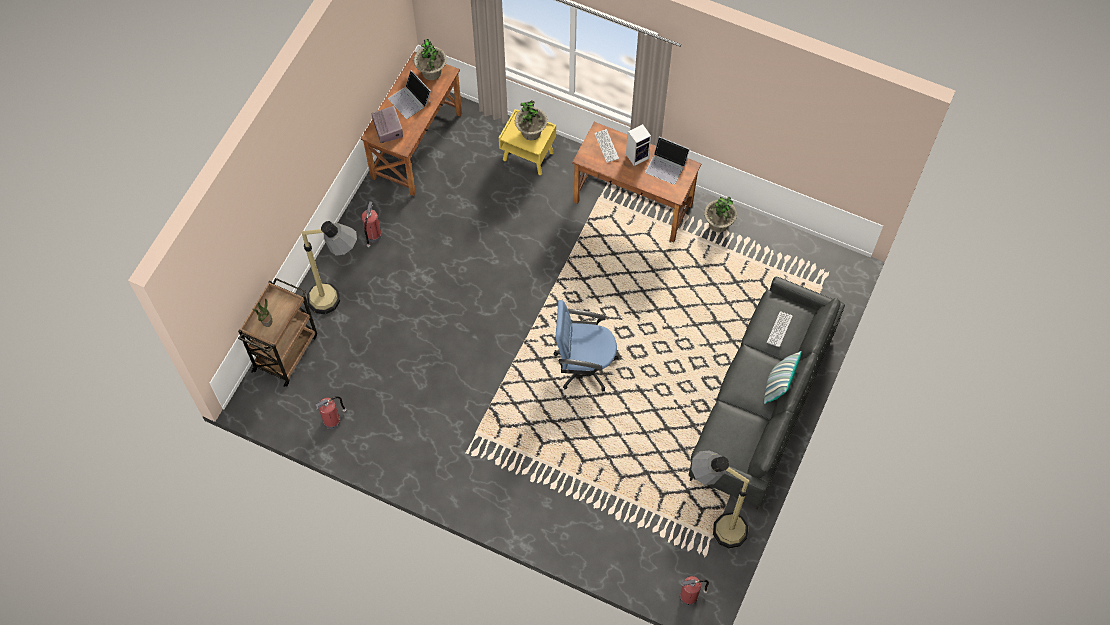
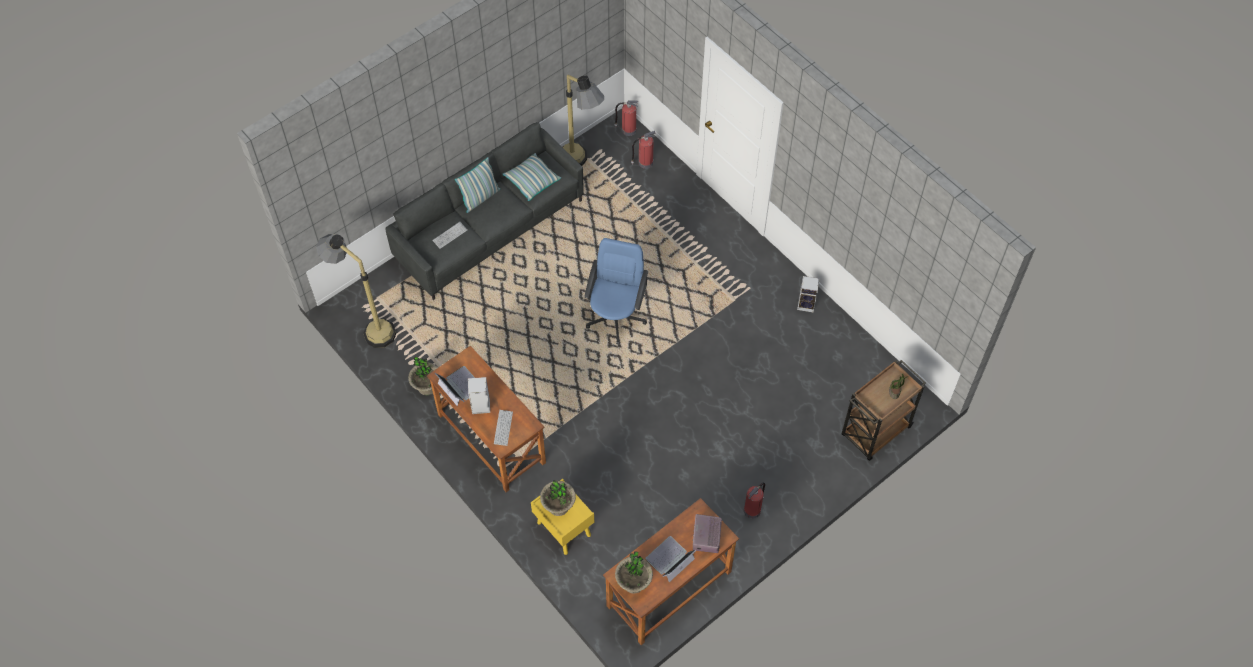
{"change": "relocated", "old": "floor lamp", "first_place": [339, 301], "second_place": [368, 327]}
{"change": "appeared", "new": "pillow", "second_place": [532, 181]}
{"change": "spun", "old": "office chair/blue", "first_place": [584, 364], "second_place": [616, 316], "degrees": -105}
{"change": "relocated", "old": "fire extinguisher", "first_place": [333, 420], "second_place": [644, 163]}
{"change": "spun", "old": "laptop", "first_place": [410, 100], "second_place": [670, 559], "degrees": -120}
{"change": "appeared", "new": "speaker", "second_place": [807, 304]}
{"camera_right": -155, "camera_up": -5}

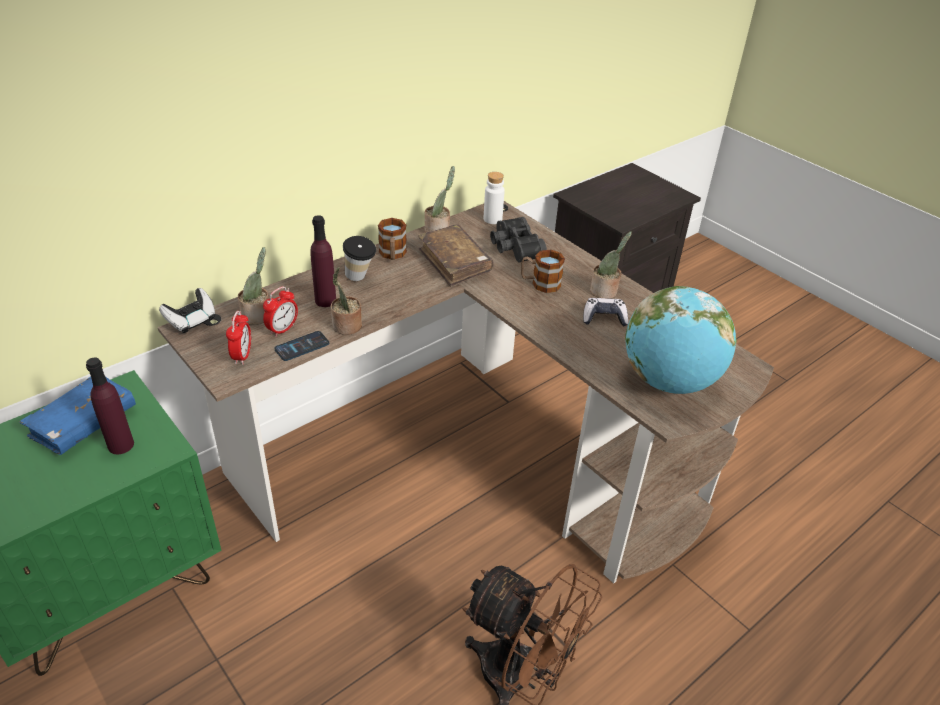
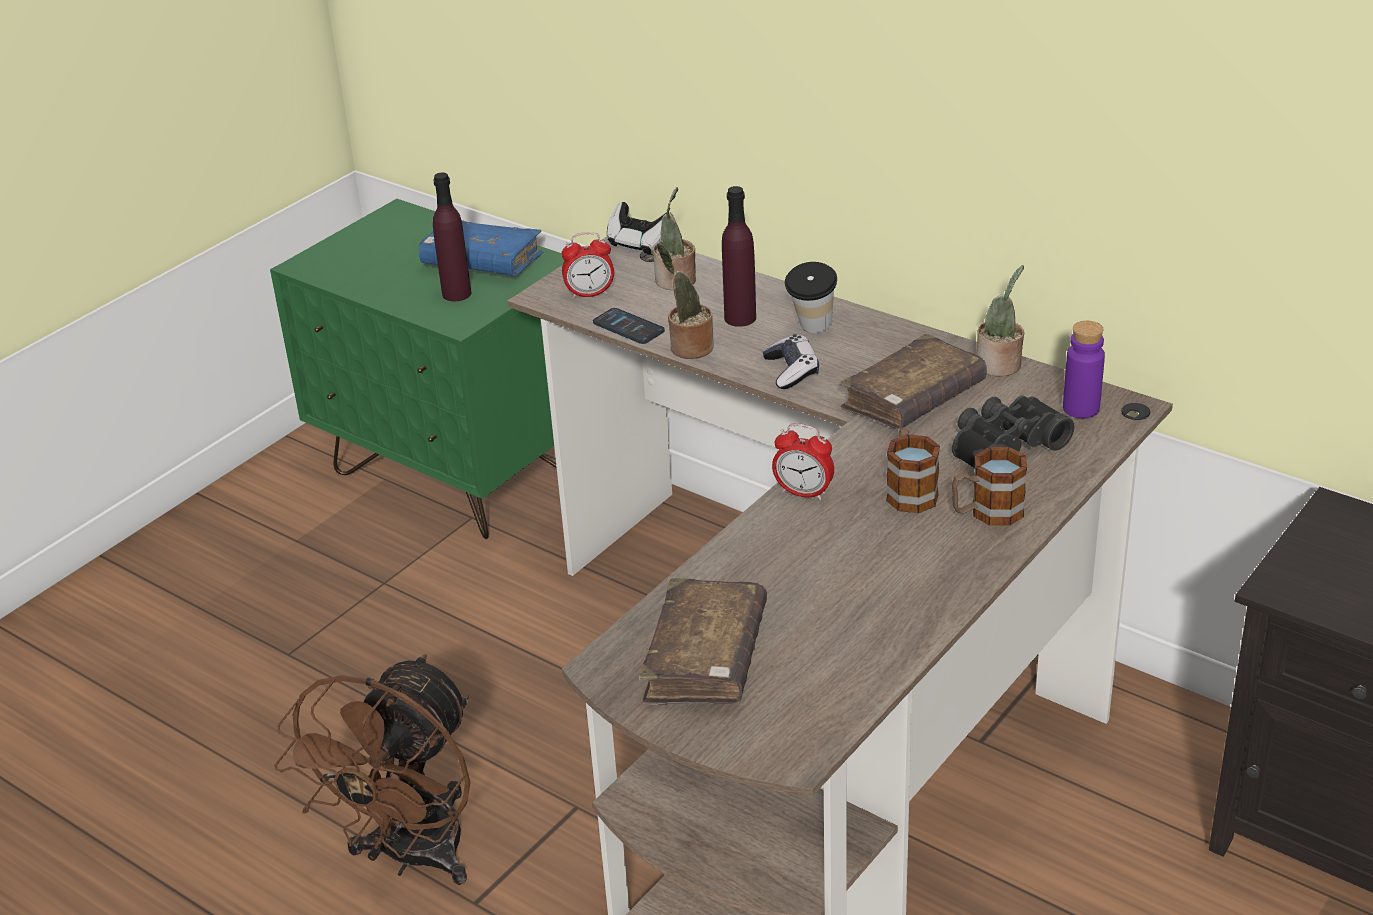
{"change": "exchanged", "old": "globe", "new": "book/brown", "first_place": [669, 381], "second_place": [705, 659]}
{"change": "relocated", "old": "game controller", "first_place": [604, 318], "second_place": [791, 371]}
{"change": "relocated", "old": "alarm clock", "first_place": [282, 329], "second_place": [803, 493]}
{"change": "relocated", "old": "mug", "first_place": [392, 255], "second_place": [986, 513]}
{"change": "colour", "old": "bottle/white", "new": "bottle/purple", "first_place": [492, 219], "second_place": [1081, 408]}
{"change": "missing", "old": "potted plant", "first_place": [605, 292]}
{"camera_right": 80, "camera_up": -5}

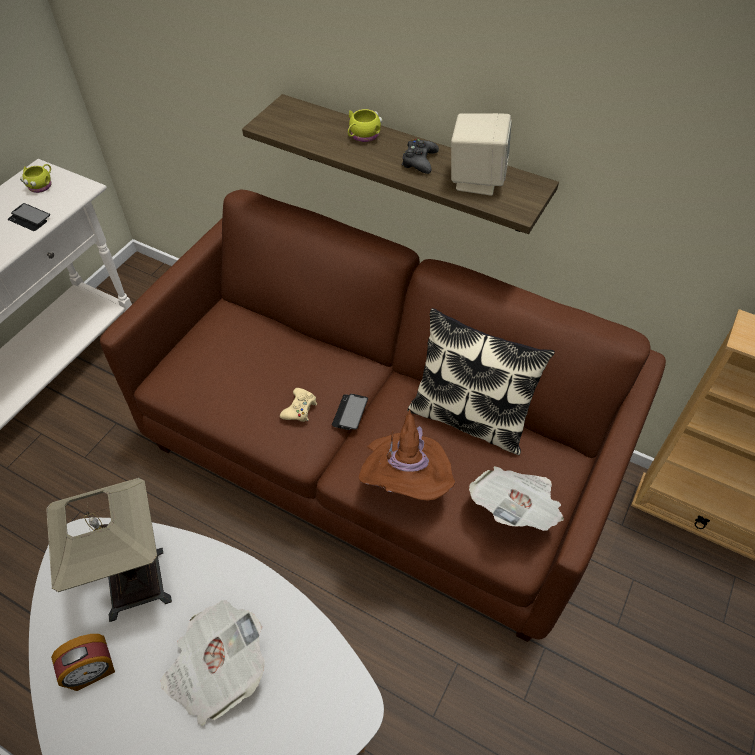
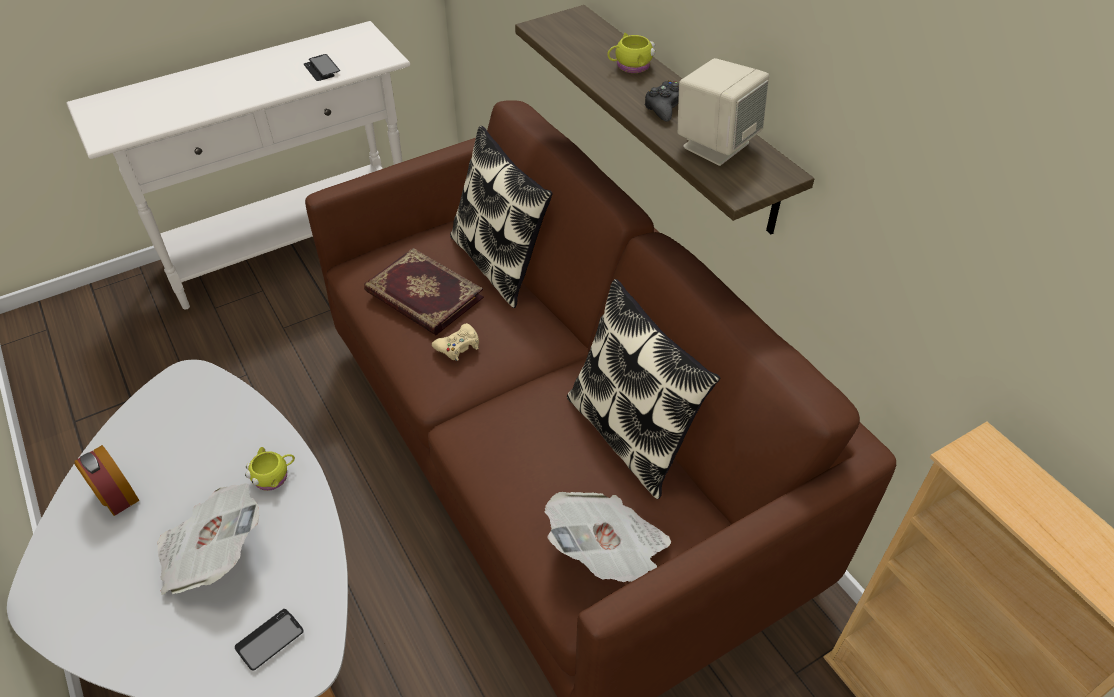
{"change": "spun", "old": "alarm clock", "first_place": [93, 671], "second_place": [116, 496], "degrees": 45}
{"change": "relocated", "old": "phone", "first_place": [350, 412], "second_place": [269, 640]}
{"change": "relocated", "old": "mug/yellow", "first_place": [42, 185], "second_place": [274, 476]}
{"change": "appeared", "new": "book", "second_place": [423, 296]}
{"change": "appeared", "new": "pillow", "second_place": [499, 263]}
{"change": "missing", "old": "table lamp", "first_place": [137, 583]}
{"change": "missing", "old": "hat/brown", "first_place": [406, 481]}
{"camera_right": 30, "camera_up": -5}

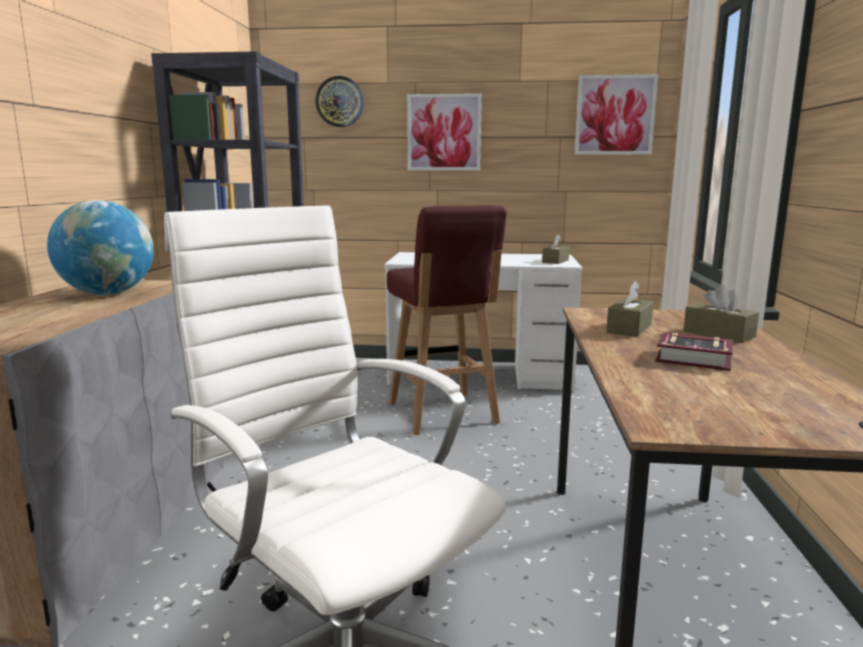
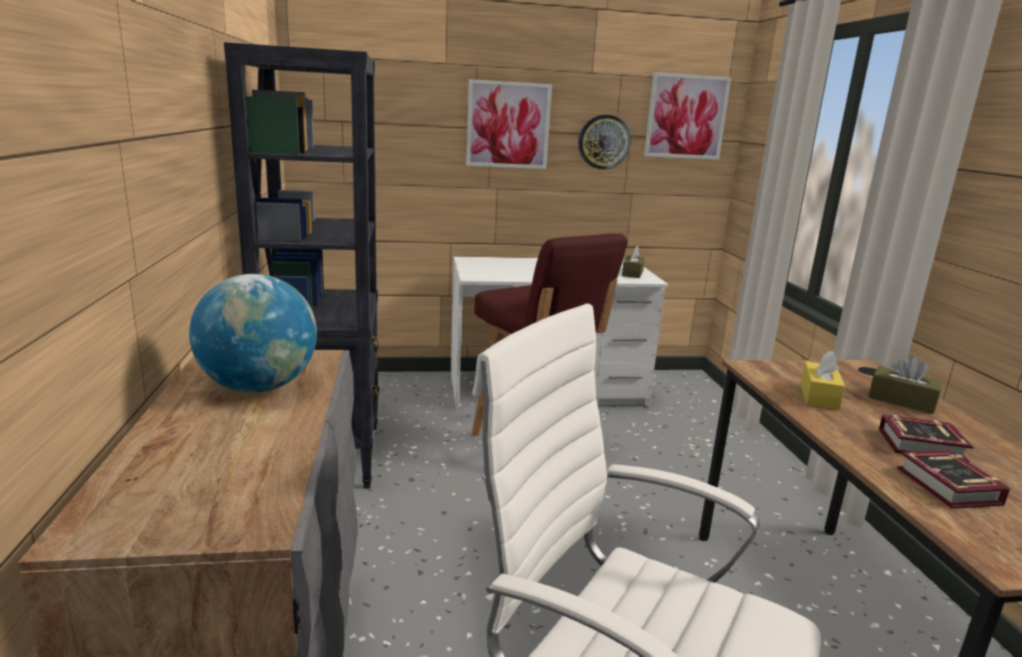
{"change": "relocated", "old": "wall clock", "first_place": [340, 102], "second_place": [603, 142]}
{"change": "colour", "old": "tissue box/brown", "new": "tissue box/yellow", "first_place": [629, 328], "second_place": [819, 396]}
{"change": "appeared", "new": "book", "second_place": [949, 488]}
{"camera_right": -15, "camera_up": 5}

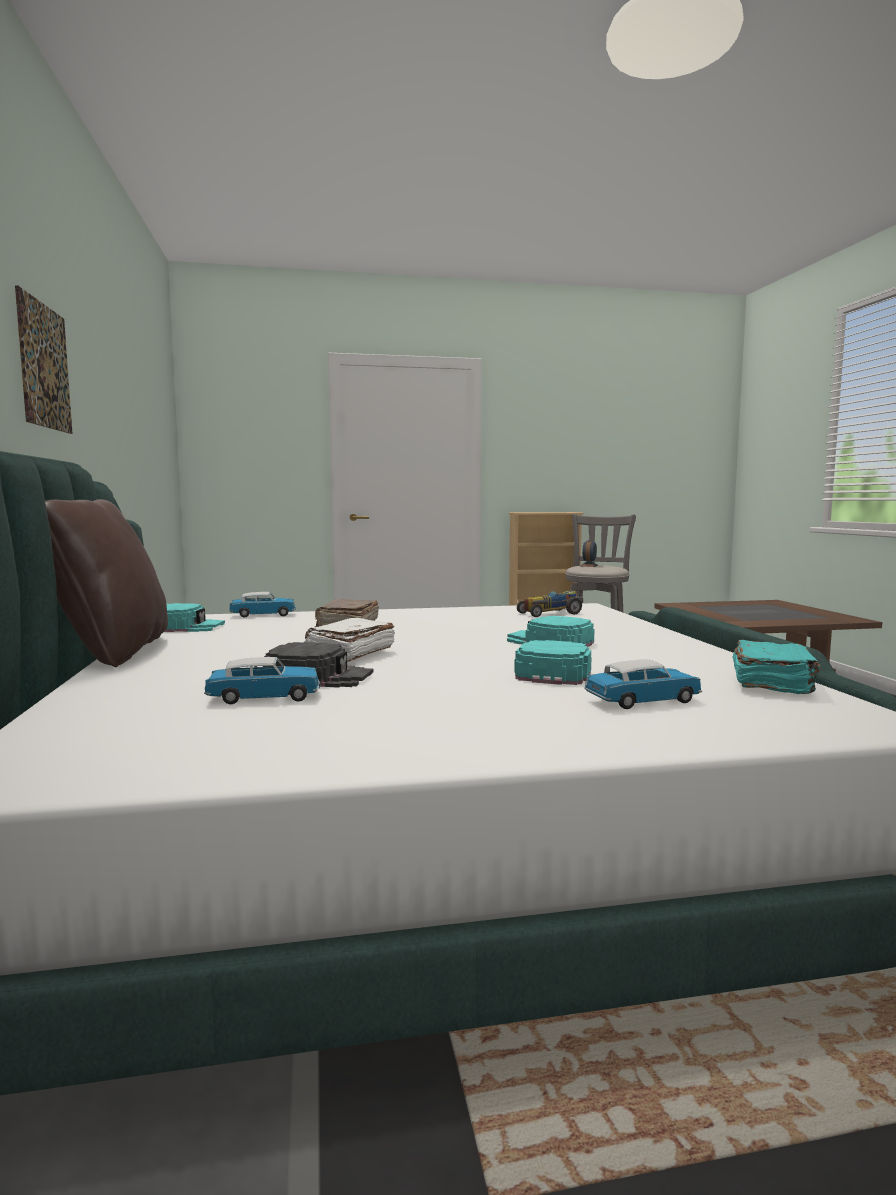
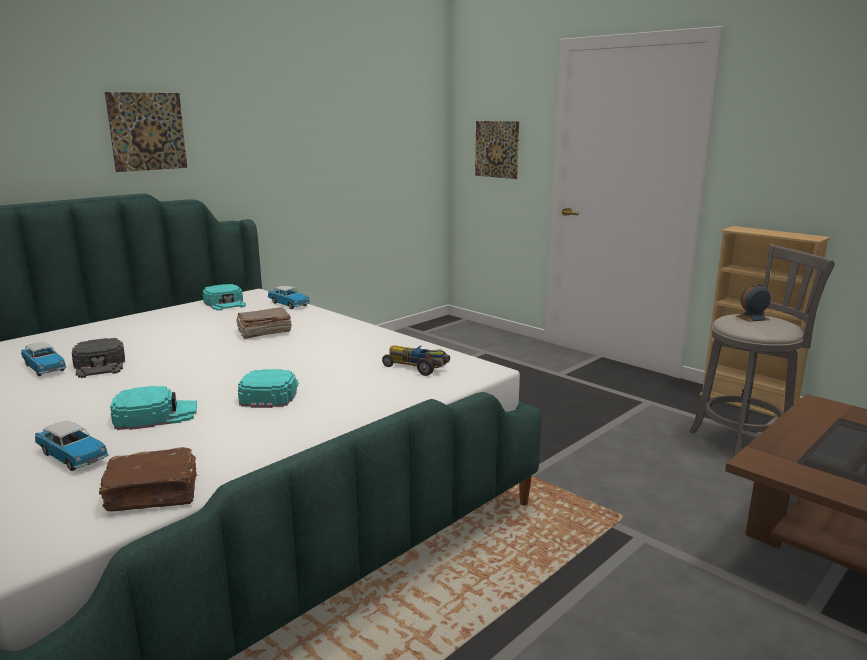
{"change": "colour", "old": "book/turquoise", "new": "book/brown", "first_place": [773, 684], "second_place": [154, 495]}
{"change": "appeared", "new": "picture", "second_place": [496, 149]}
{"change": "missing", "old": "pillow/brown", "first_place": [111, 652]}
{"change": "missing", "old": "book/white", "first_place": [349, 654]}
{"camera_right": 55, "camera_up": 10}

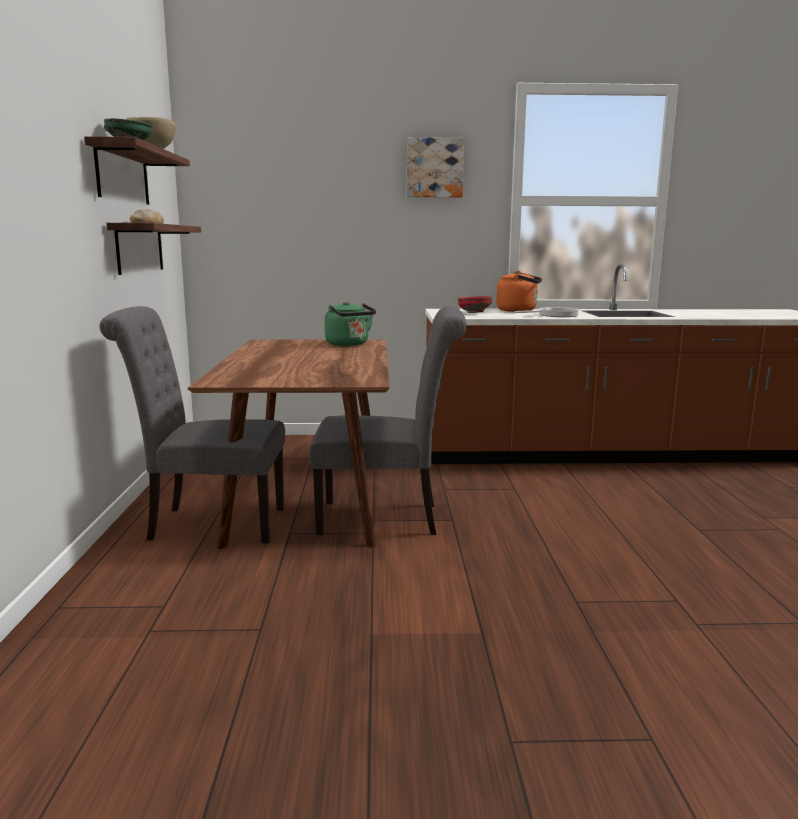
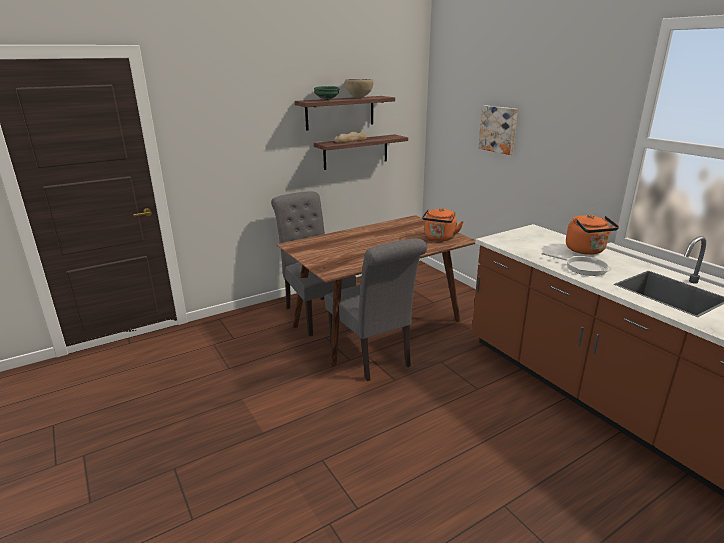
{"change": "colour", "old": "kettle/green", "new": "kettle/orange", "first_place": [349, 344], "second_place": [439, 238]}
{"change": "relocated", "old": "picture", "first_place": [434, 168], "second_place": [499, 129]}
{"change": "missing", "old": "bowl/red", "first_place": [474, 312]}
{"camera_right": 60, "camera_up": 10}

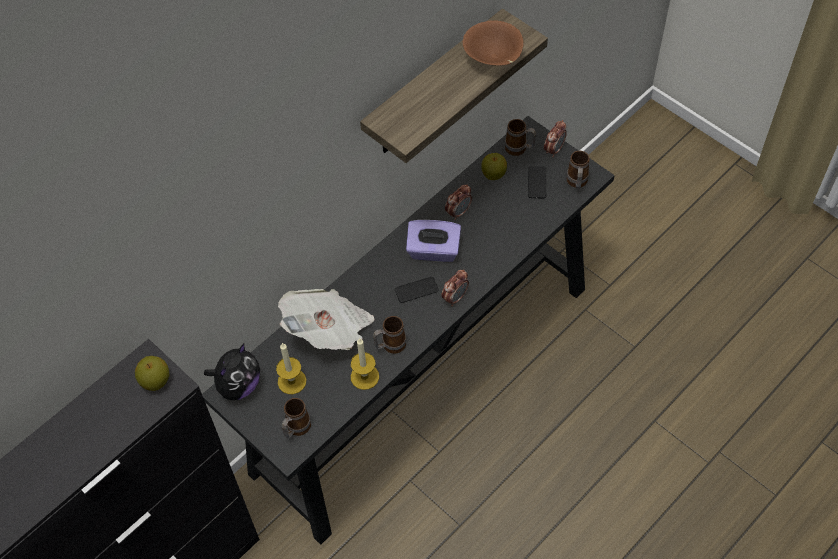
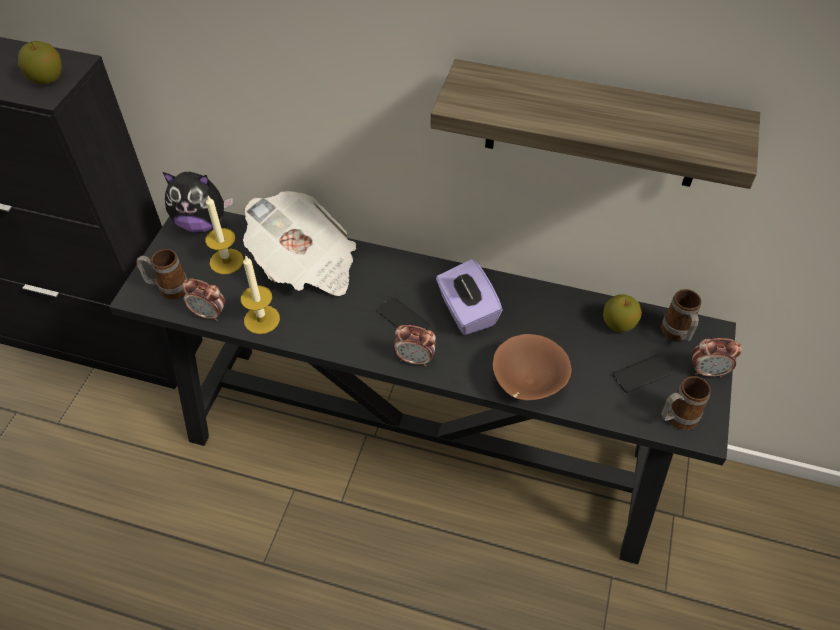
{"change": "relocated", "old": "alarm clock", "first_place": [458, 212], "second_place": [209, 314]}
{"change": "relocated", "old": "bowl/brown", "first_place": [493, 59], "second_place": [527, 383]}
{"change": "missing", "old": "mug", "first_place": [390, 346]}
{"camera_right": 60, "camera_up": -5}

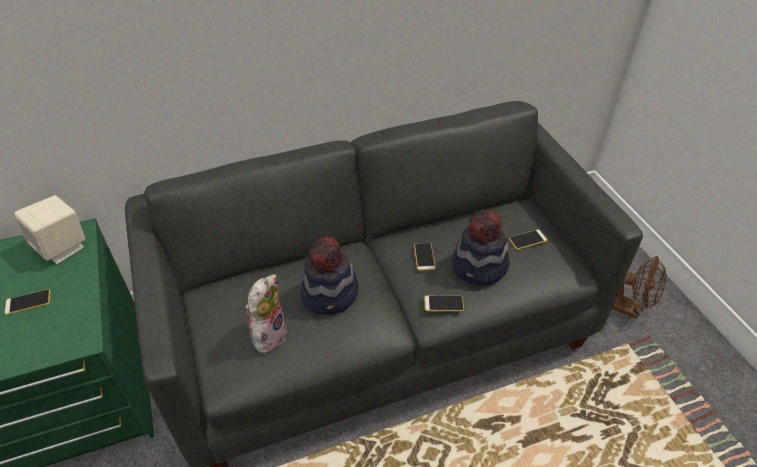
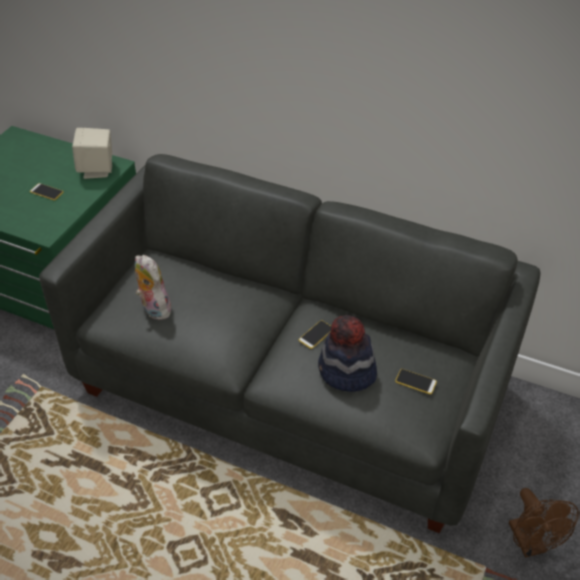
{"change": "spun", "old": "plush toy", "first_place": [268, 334], "second_place": [153, 309], "degrees": -105}
{"change": "missing", "old": "hat", "first_place": [331, 294]}
{"change": "missing", "old": "phone", "first_place": [443, 304]}
{"camera_right": 45, "camera_up": 0}

